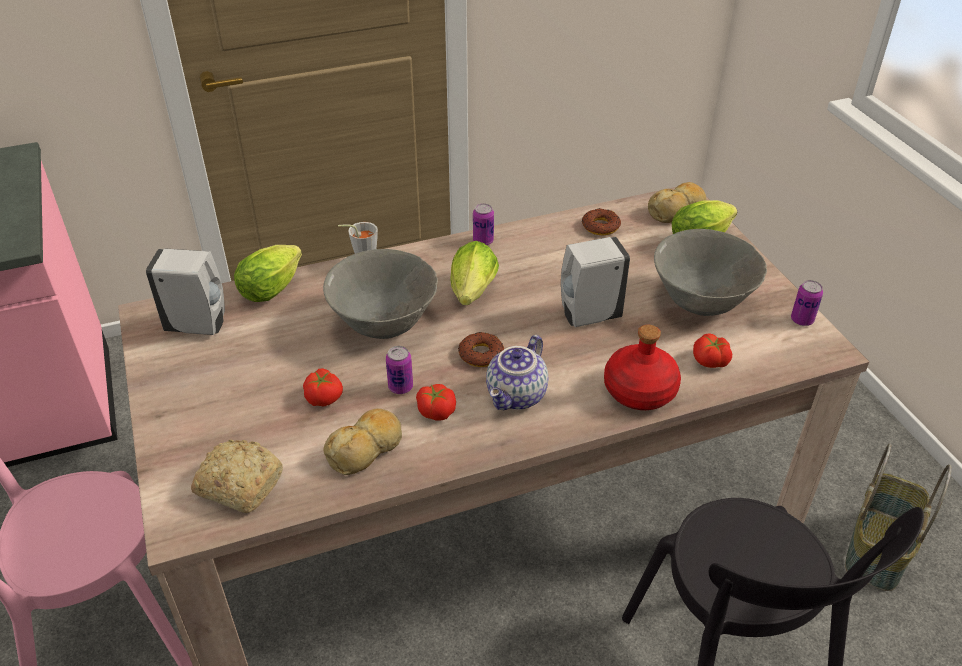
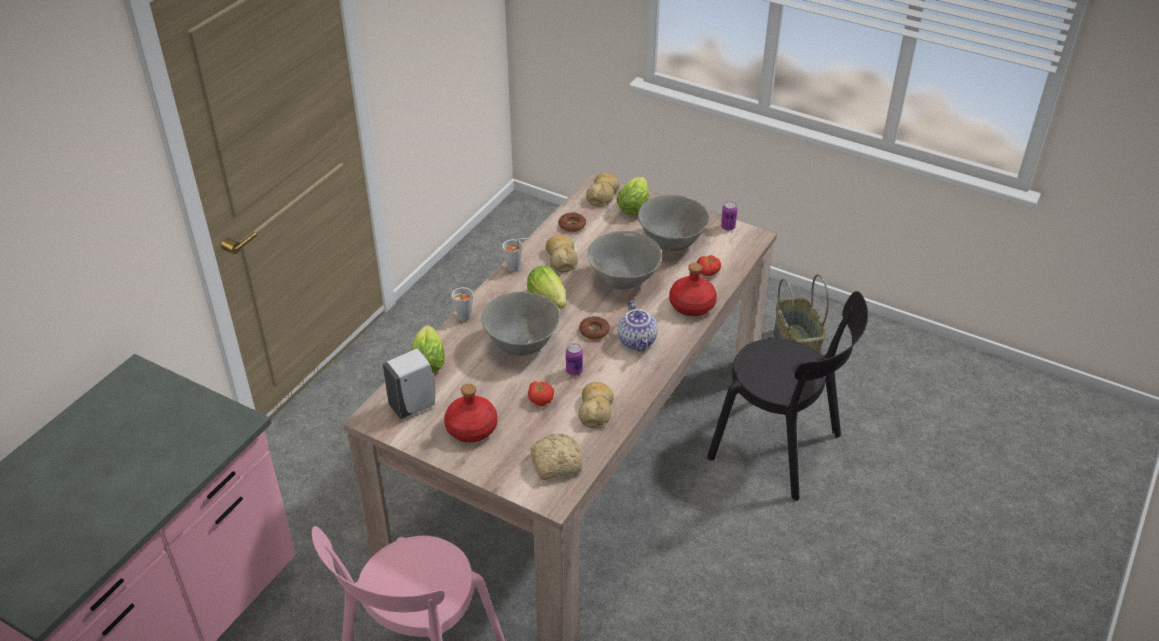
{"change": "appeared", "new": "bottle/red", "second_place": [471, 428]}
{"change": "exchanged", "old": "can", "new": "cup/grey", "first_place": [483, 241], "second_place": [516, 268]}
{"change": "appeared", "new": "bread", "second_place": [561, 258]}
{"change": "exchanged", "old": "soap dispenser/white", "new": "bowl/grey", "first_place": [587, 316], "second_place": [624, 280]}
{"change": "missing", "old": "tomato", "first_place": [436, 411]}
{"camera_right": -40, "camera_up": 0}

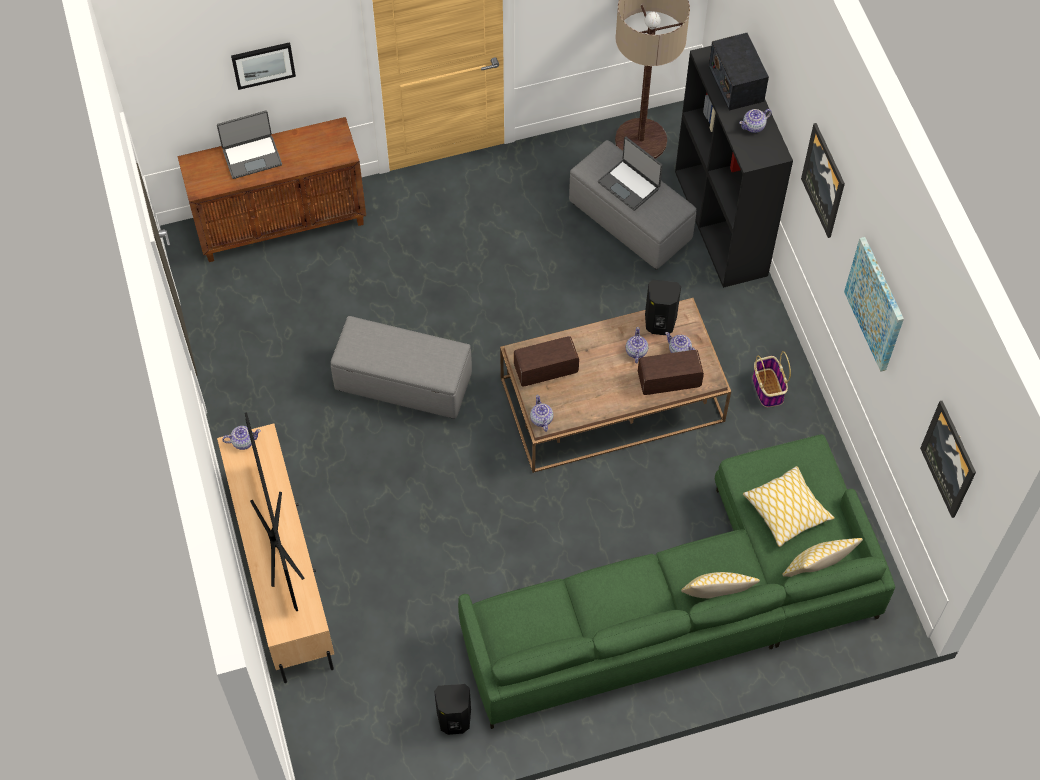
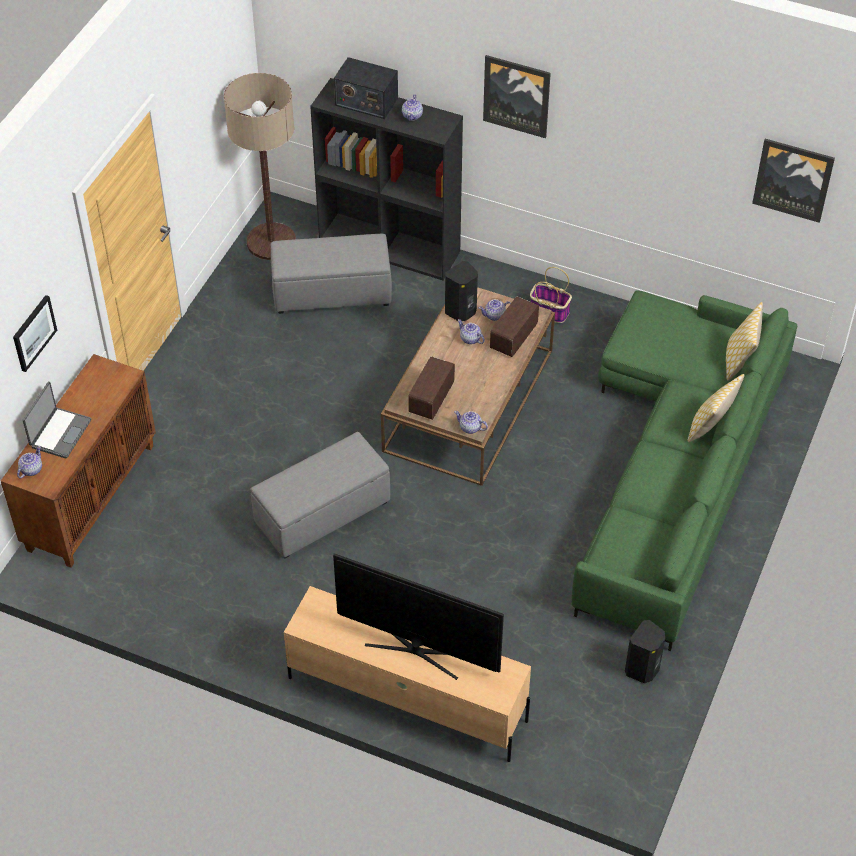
{"change": "relocated", "old": "teapot", "first_place": [243, 441], "second_place": [31, 470]}
{"change": "missing", "old": "laptop", "first_place": [629, 185]}
{"change": "missing", "old": "pillow", "first_place": [786, 510]}
{"change": "missing", "old": "picture", "first_place": [875, 304]}
{"camera_right": -50, "camera_up": -10}

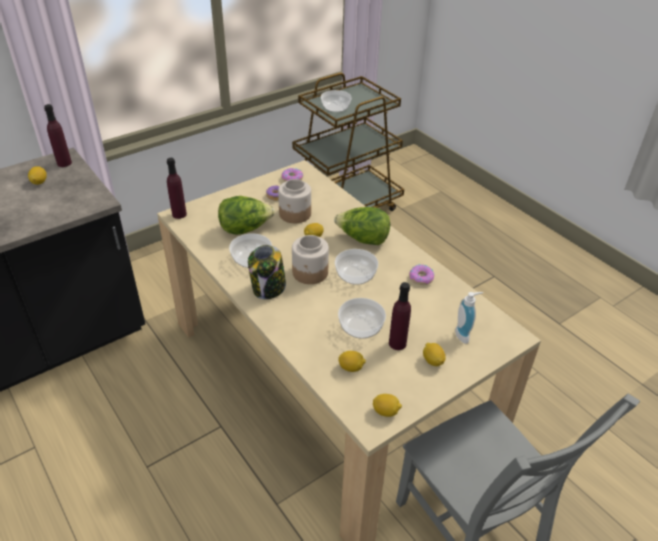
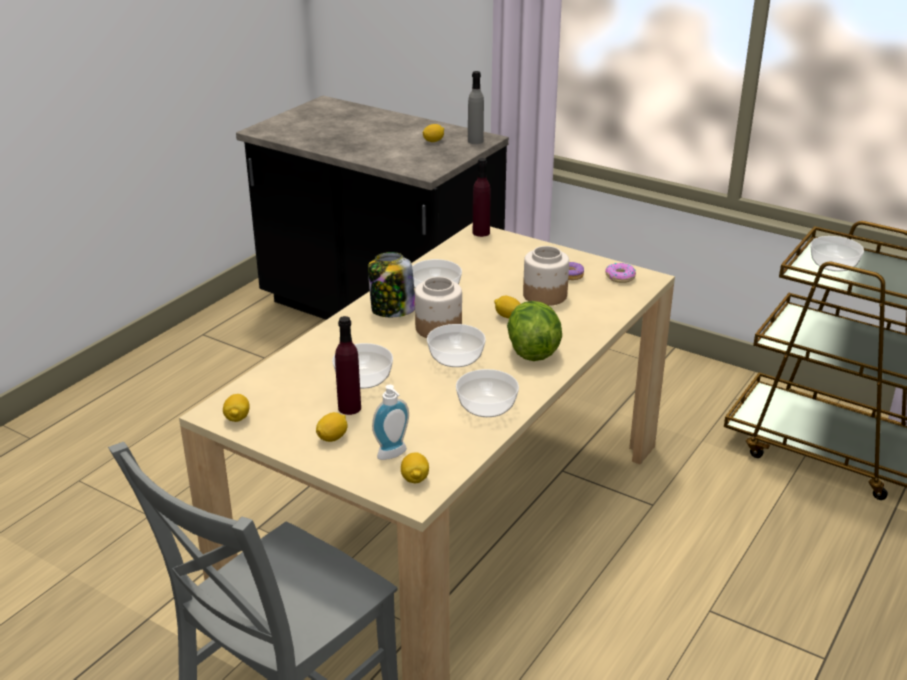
{"change": "relocated", "old": "lemon", "first_place": [351, 367], "second_place": [415, 479]}
{"change": "exchanged", "old": "donut", "new": "bowl", "first_place": [421, 278], "second_place": [486, 406]}
{"change": "colour", "old": "bottle/purple", "new": "bottle/grey", "first_place": [64, 163], "second_place": [475, 141]}
{"change": "missing", "old": "lettuce", "first_place": [245, 229]}
{"camera_right": 70, "camera_up": -10}

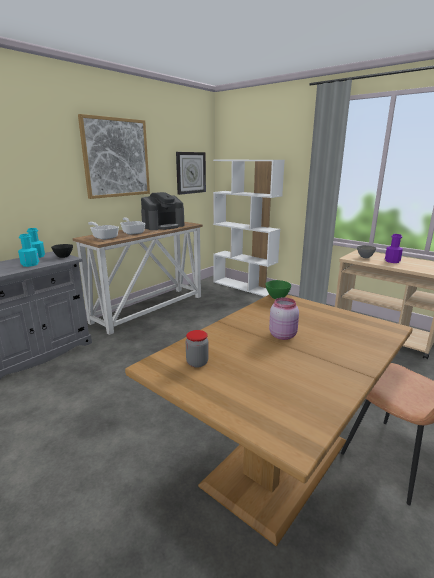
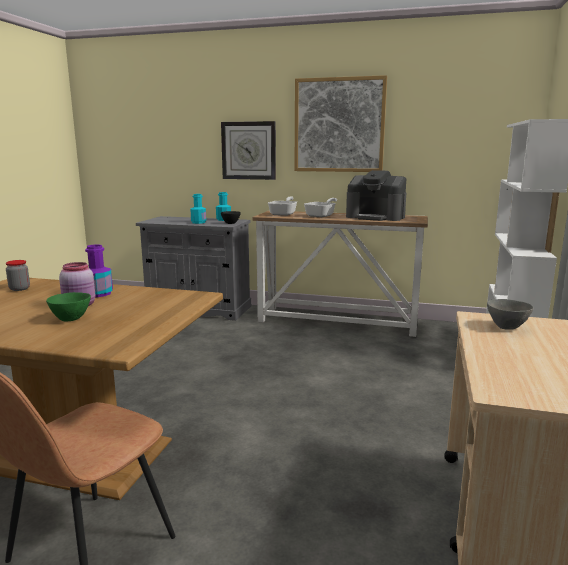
{"change": "relocated", "old": "bowl/green", "first_place": [277, 298], "second_place": [71, 319]}
{"change": "relocated", "old": "bottle/purple", "first_place": [392, 261], "second_place": [99, 293]}
{"change": "relocated", "old": "wall clock", "first_place": [190, 173], "second_place": [249, 150]}
{"camera_right": 65, "camera_up": -5}

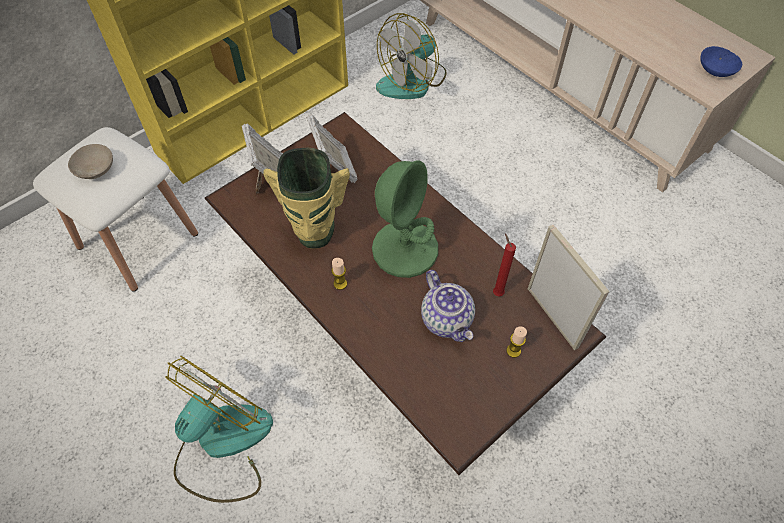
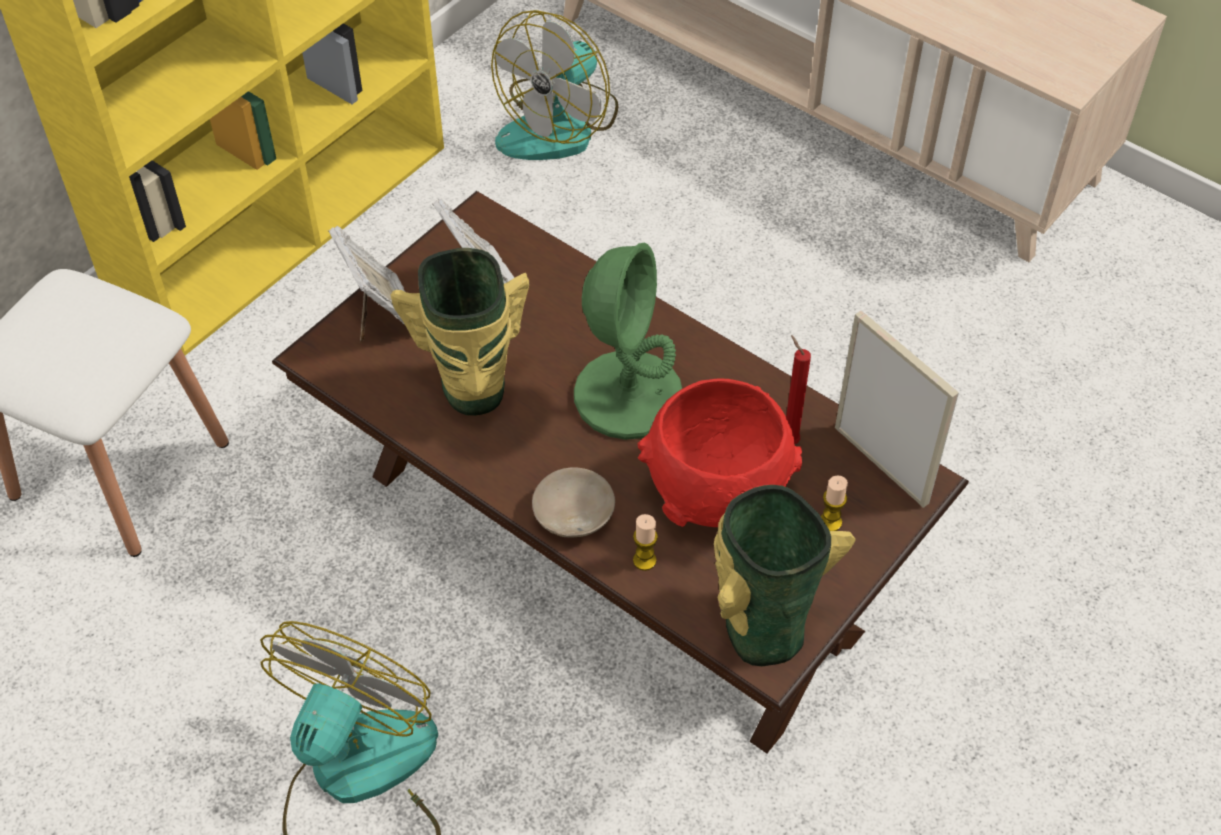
{"change": "relocated", "old": "bowl/beige", "first_place": [97, 168], "second_place": [575, 513]}
{"change": "relocated", "old": "candle", "first_place": [340, 284], "second_place": [644, 560]}
{"change": "exchanged", "old": "teapot", "new": "bowl/red", "first_place": [447, 320], "second_place": [718, 492]}
{"change": "appeared", "new": "vase", "second_place": [760, 626]}
{"change": "missing", "old": "bowl/blue", "first_place": [714, 70]}
{"camera_right": -10, "camera_up": -5}

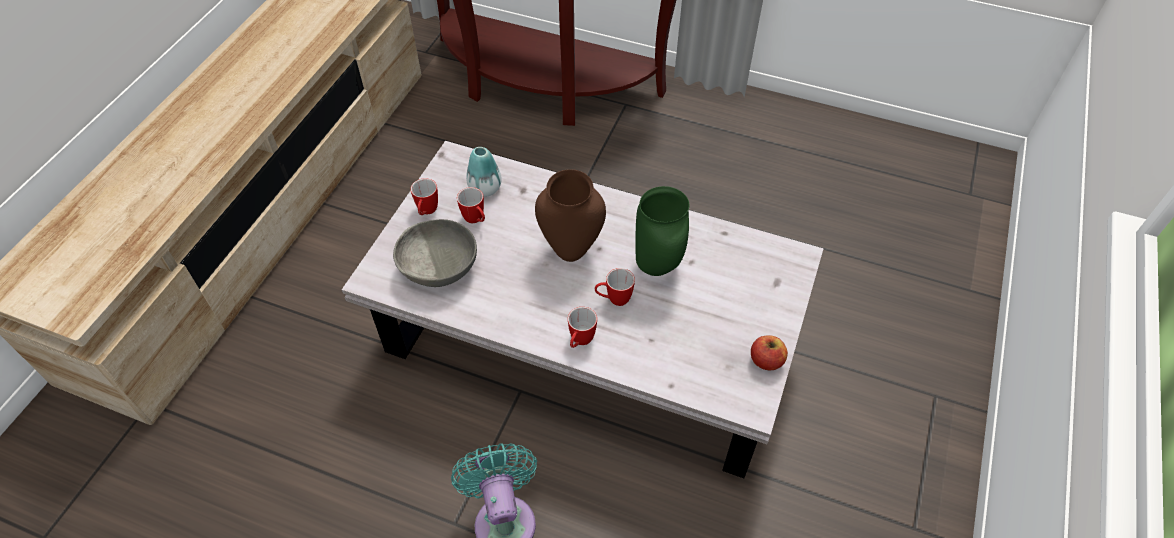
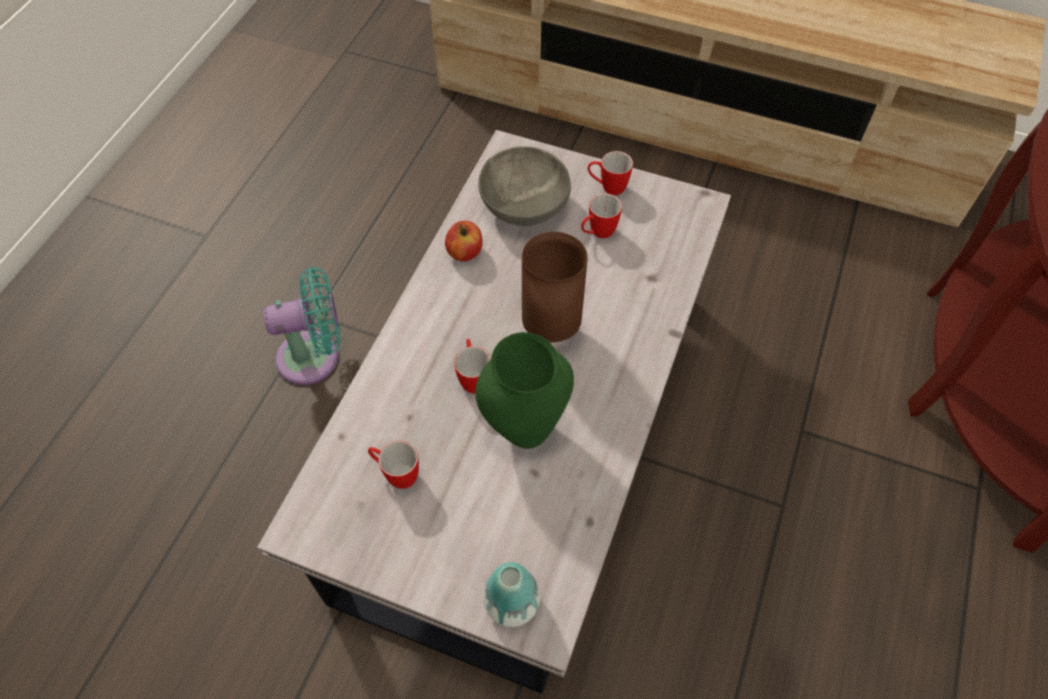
{"change": "relocated", "old": "mug", "first_place": [580, 342], "second_place": [396, 474]}
{"change": "relocated", "old": "apple", "first_place": [766, 360], "second_place": [465, 252]}
{"change": "relocated", "old": "vase", "first_place": [485, 188], "second_place": [511, 603]}
{"camera_right": 90, "camera_up": 5}

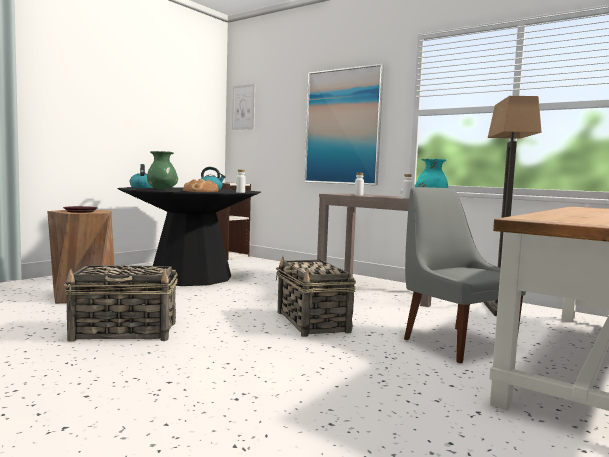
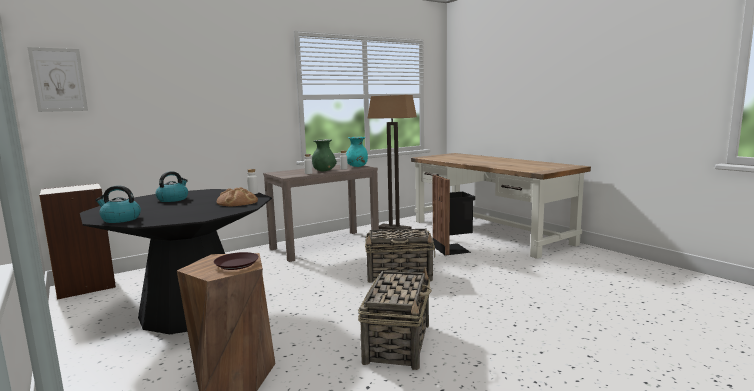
{"change": "relocated", "old": "vase/green", "first_place": [162, 189], "second_place": [324, 171]}
{"change": "exchanged", "old": "chair/grey", "new": "trash can/black", "first_place": [455, 343], "second_place": [453, 249]}
{"change": "missing", "old": "picture", "first_place": [342, 127]}
{"camera_right": -70, "camera_up": 5}

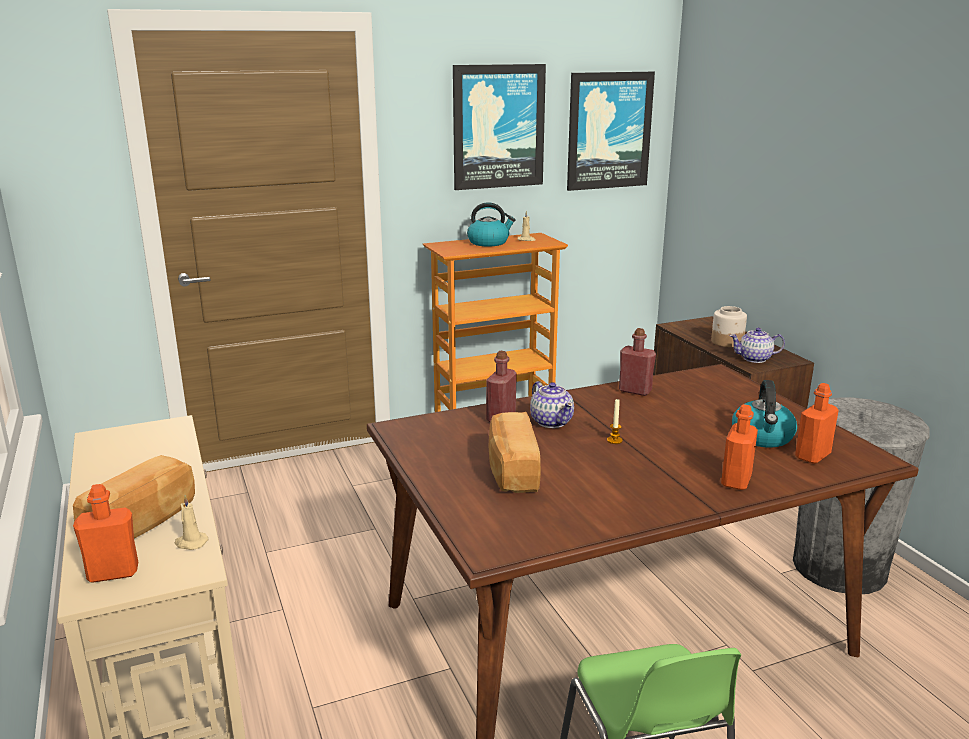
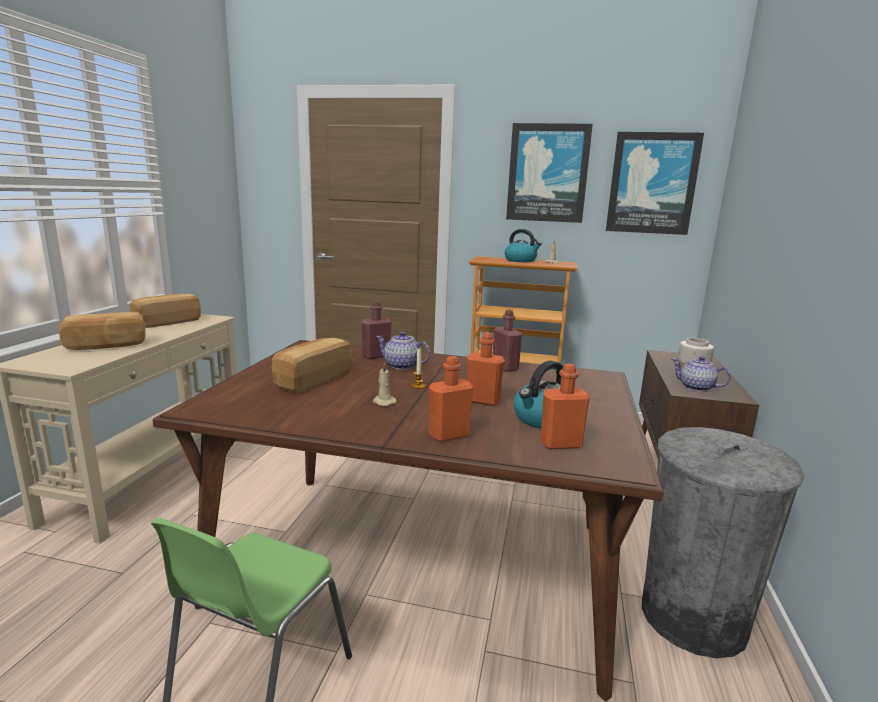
{"change": "appeared", "new": "bread", "second_place": [167, 322]}
{"change": "relocated", "old": "candle/beige", "first_place": [190, 543], "second_place": [383, 402]}
{"change": "spun", "old": "teapot", "first_place": [551, 421], "second_place": [402, 366], "degrees": 105}
{"change": "relocated", "old": "bottle/orange", "first_place": [113, 573], "second_place": [483, 401]}
{"camera_right": 35, "camera_up": -5}

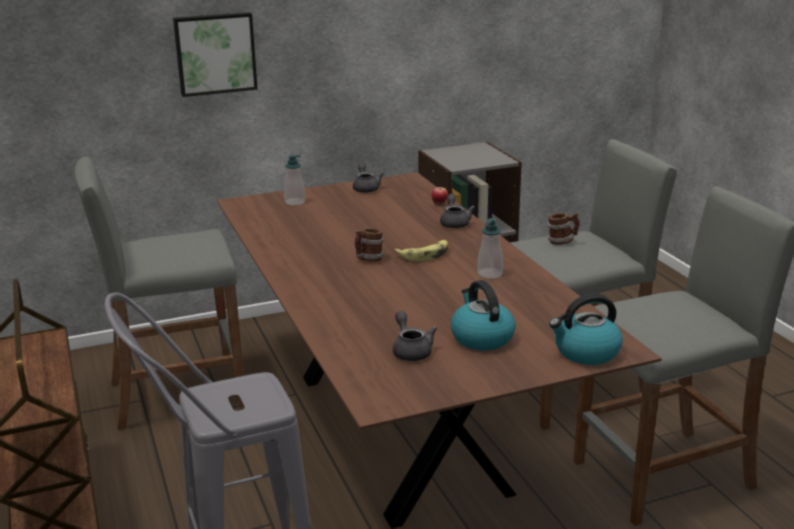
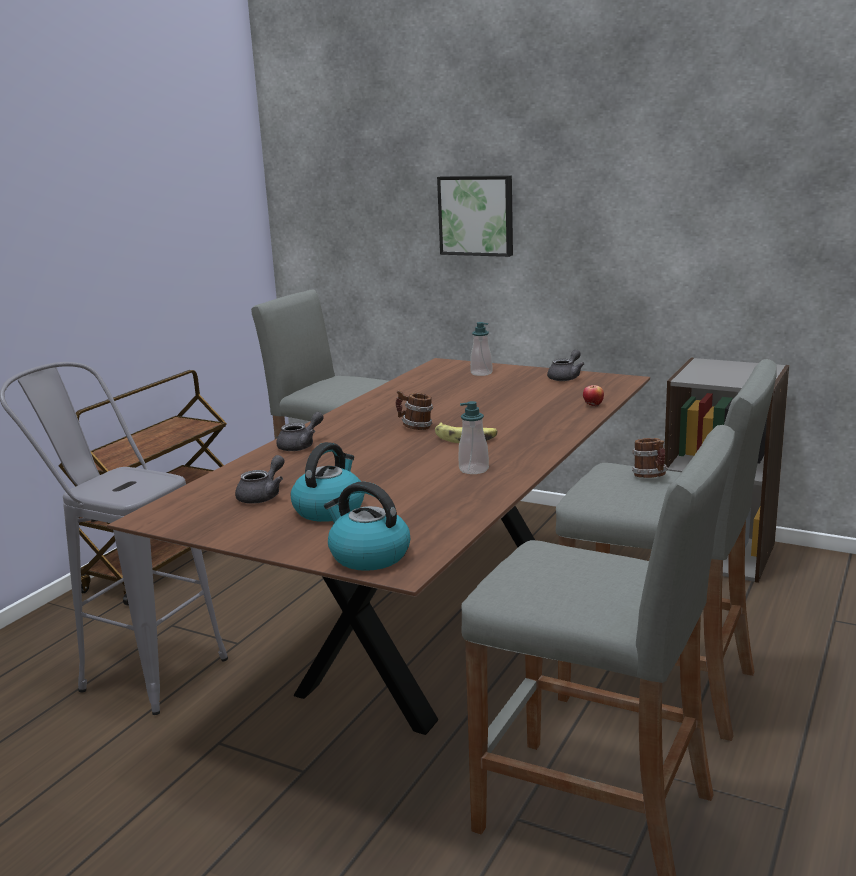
{"change": "relocated", "old": "teapot/grey", "first_place": [454, 222], "second_place": [301, 446]}
{"camera_right": 50, "camera_up": -5}

